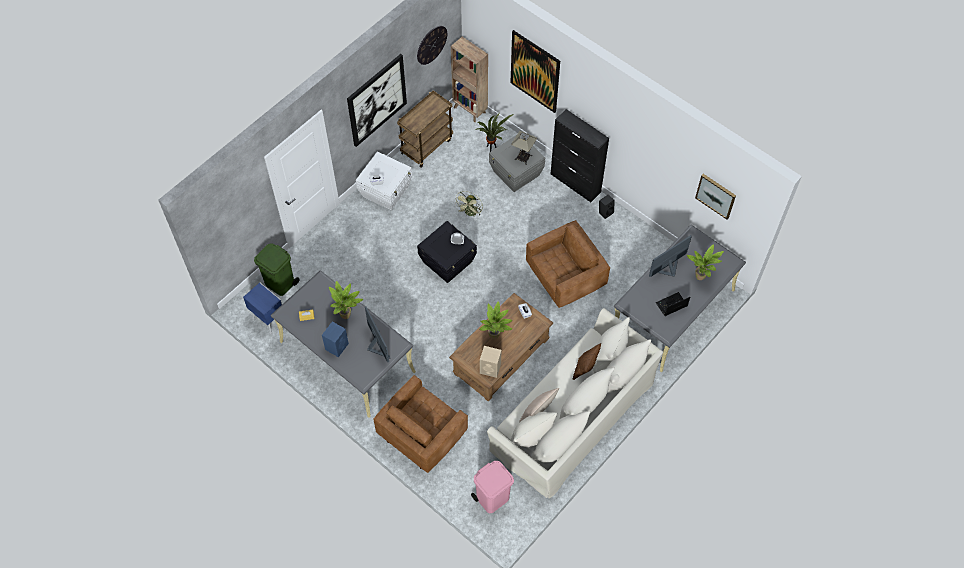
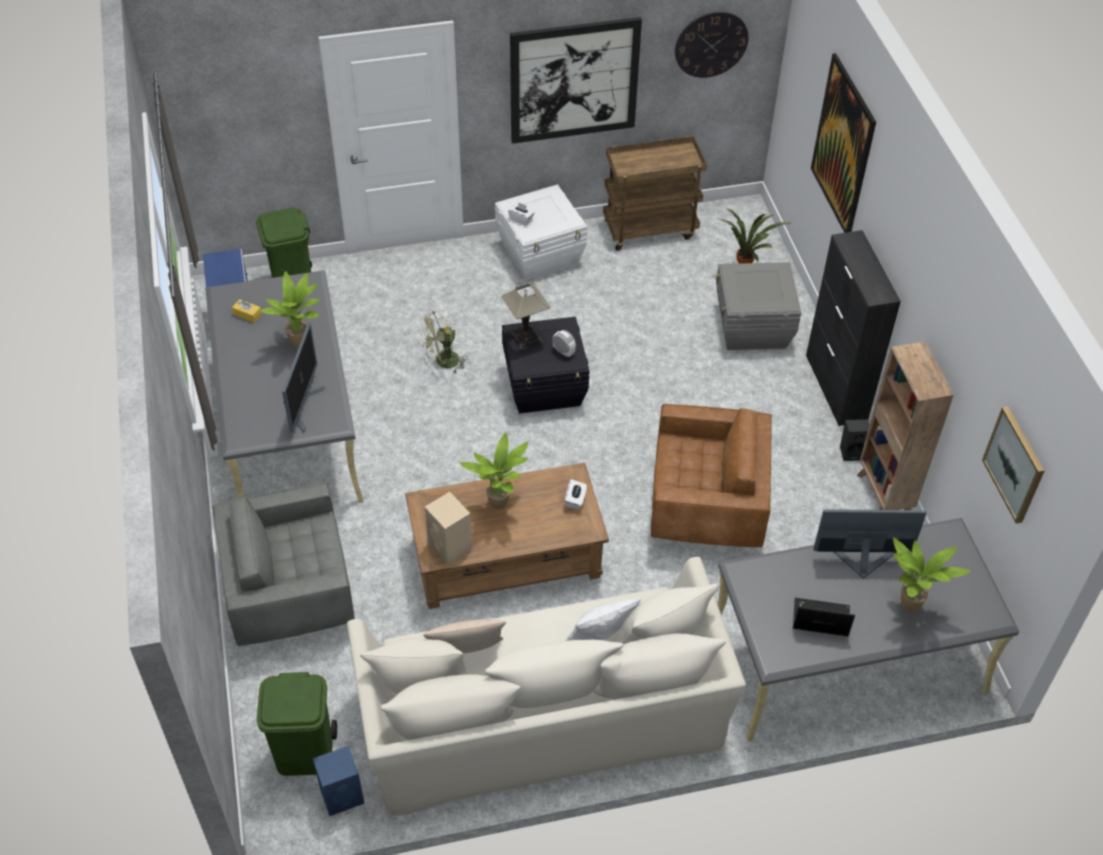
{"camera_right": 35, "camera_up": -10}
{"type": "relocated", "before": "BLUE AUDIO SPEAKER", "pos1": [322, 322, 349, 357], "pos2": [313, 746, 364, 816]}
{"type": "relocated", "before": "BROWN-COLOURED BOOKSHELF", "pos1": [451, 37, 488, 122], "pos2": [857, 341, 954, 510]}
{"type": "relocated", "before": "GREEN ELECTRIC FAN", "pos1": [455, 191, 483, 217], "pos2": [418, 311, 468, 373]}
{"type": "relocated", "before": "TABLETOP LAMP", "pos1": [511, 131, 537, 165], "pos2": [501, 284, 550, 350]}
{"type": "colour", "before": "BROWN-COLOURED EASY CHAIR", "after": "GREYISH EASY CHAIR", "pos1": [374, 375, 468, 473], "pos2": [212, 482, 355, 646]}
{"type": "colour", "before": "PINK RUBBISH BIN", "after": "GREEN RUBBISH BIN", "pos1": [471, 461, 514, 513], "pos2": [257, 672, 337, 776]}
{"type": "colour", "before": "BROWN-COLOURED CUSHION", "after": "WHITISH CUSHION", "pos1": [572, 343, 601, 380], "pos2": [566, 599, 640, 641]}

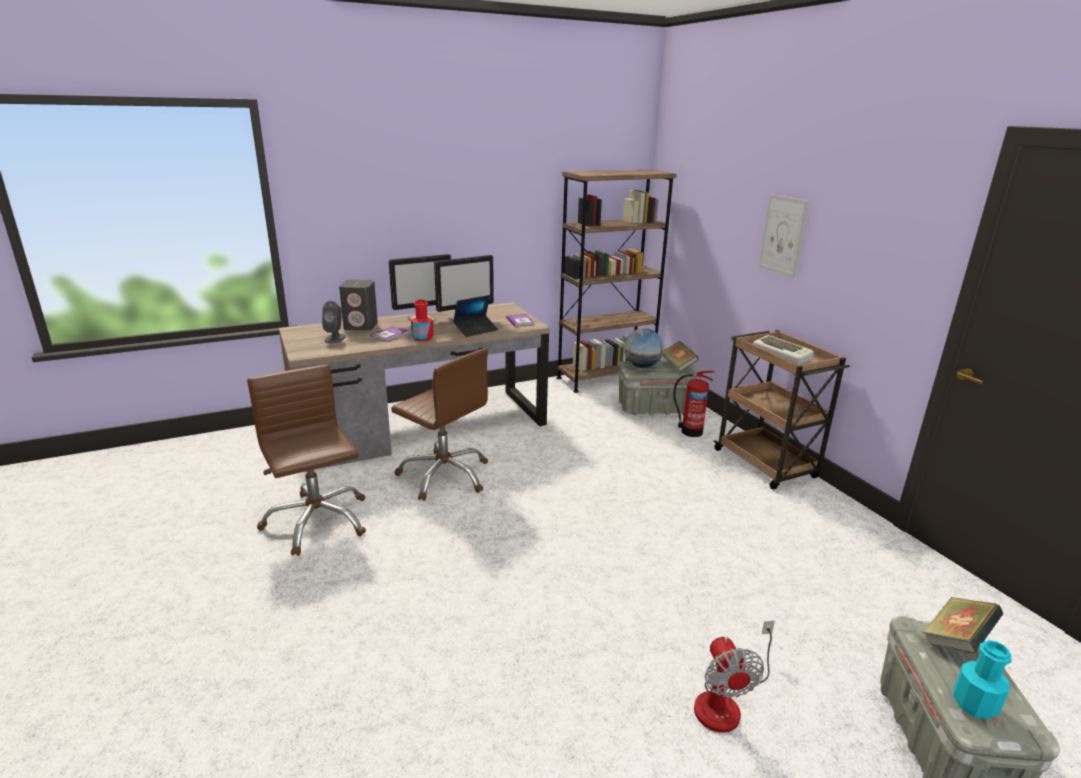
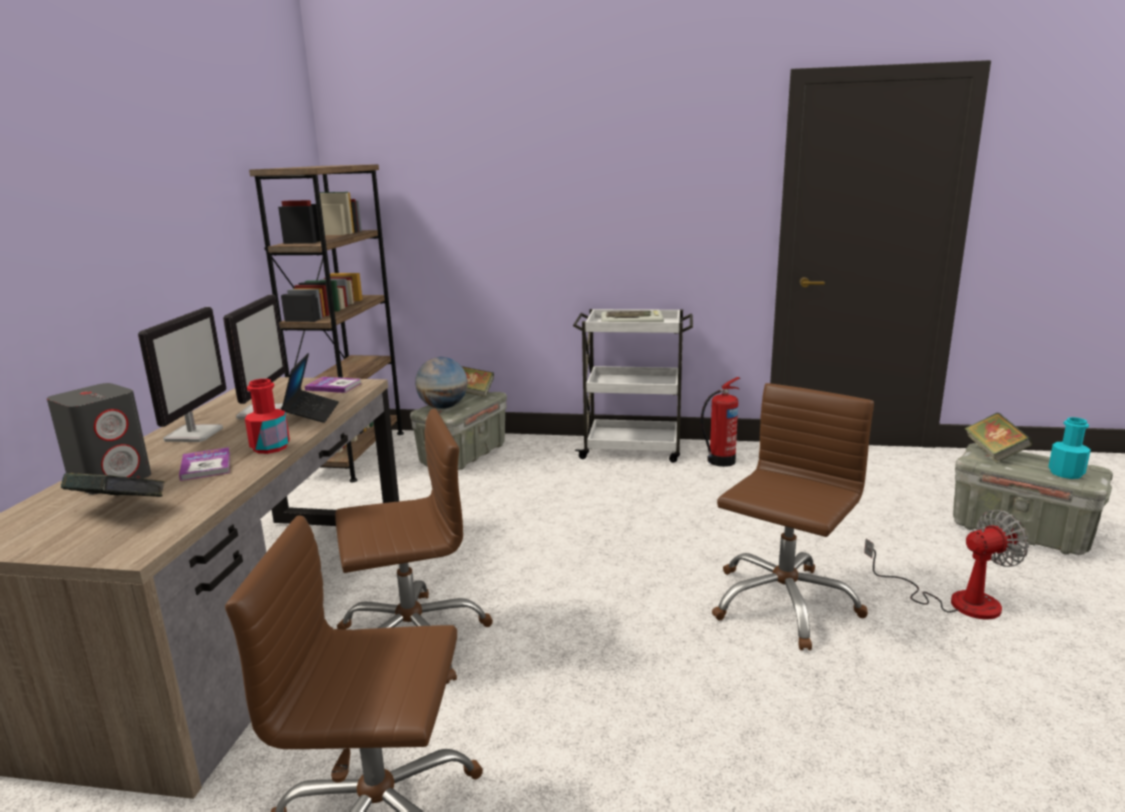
{"camera_right": -55, "camera_up": -5}
{"type": "missing", "before": "WALL ART", "pos1": [759, 194, 809, 278]}
{"type": "appeared", "after": "BROWN-COLOURED DESK CHAIR", "pos2": [712, 383, 874, 650]}
{"type": "relocated", "before": "FIRE-FIGHTING CYLINDER", "pos1": [673, 371, 714, 437], "pos2": [701, 377, 740, 467]}
{"type": "exchanged", "before": "GREYISH AUDIO SPEAKER", "after": "VOLUME", "pos1": [322, 301, 346, 343], "pos2": [61, 473, 166, 497]}
{"type": "colour", "before": "BROWN-COLOURED WHEELED CART", "after": "WHITISH WHEELED CART", "pos1": [714, 330, 850, 490], "pos2": [573, 309, 693, 463]}
{"type": "spun", "before": "ELECTRIC FAN", "pos1": [694, 621, 775, 733], "pos2": [864, 510, 1029, 620], "turn": -45}

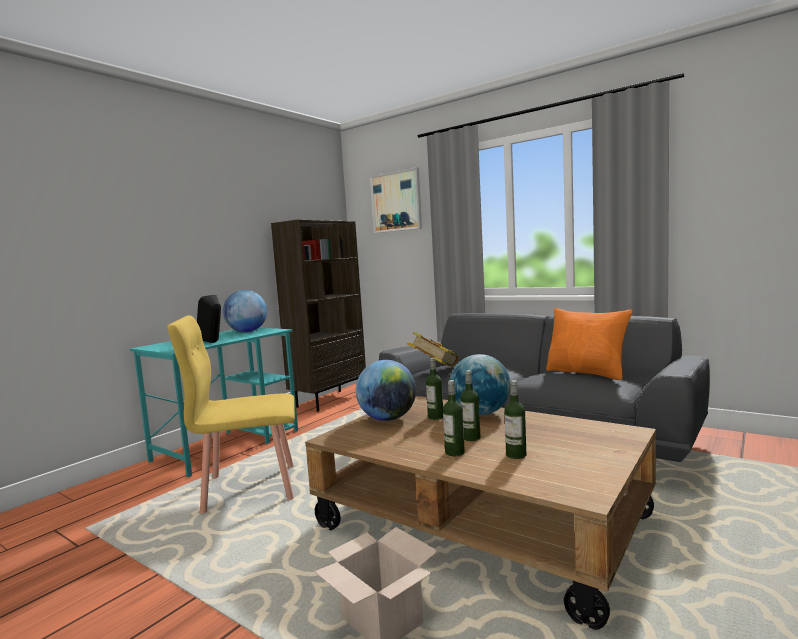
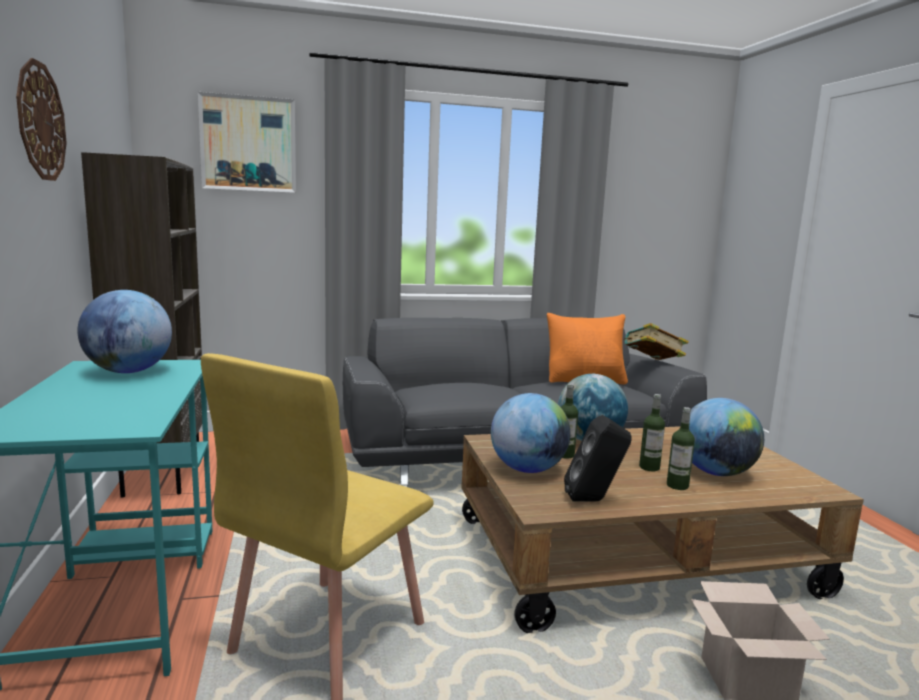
{"camera_right": -50, "camera_up": 5}
{"type": "appeared", "after": "HANGING CLOCK", "pos2": [16, 58, 67, 181]}
{"type": "relocated", "before": "BLACKISH AUDIO SPEAKER", "pos1": [197, 295, 221, 343], "pos2": [564, 415, 632, 502]}
{"type": "relocated", "before": "VOLUME", "pos1": [408, 332, 459, 367], "pos2": [623, 323, 689, 360]}
{"type": "exchanged", "before": "BEVERAGE BOTTLE", "after": "GLOBE", "pos1": [504, 380, 526, 459], "pos2": [689, 398, 764, 476]}

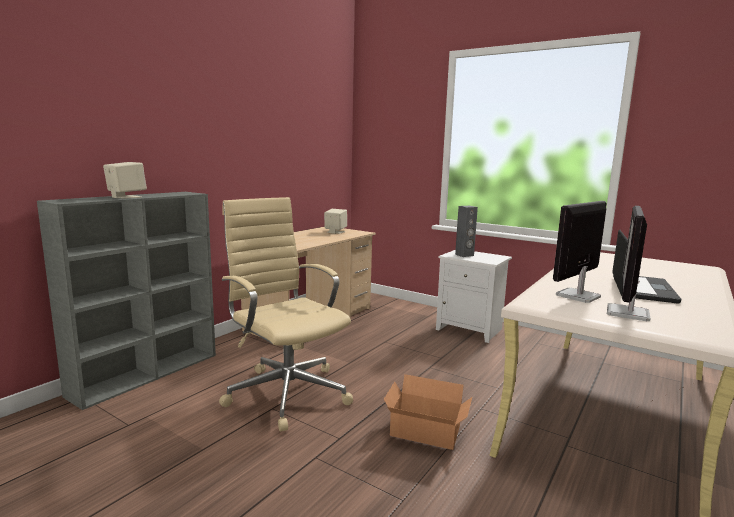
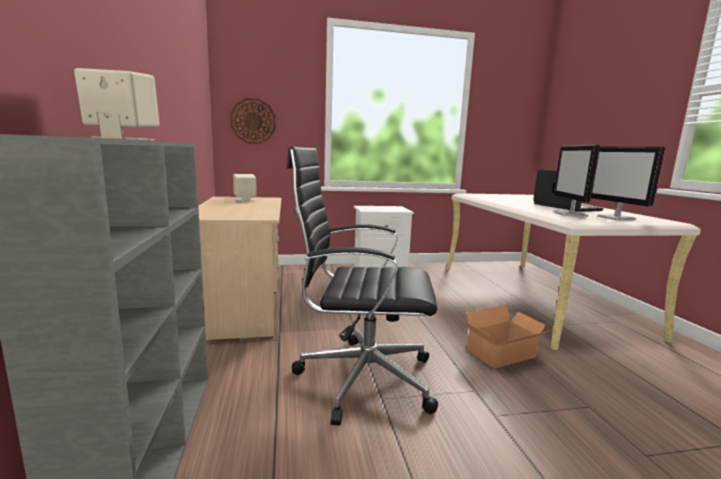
{"camera_right": -45, "camera_up": 0}
{"type": "missing", "before": "GREYISH AUDIO SPEAKER", "pos1": [455, 206, 478, 257]}
{"type": "appeared", "after": "HANGING CLOCK", "pos2": [230, 98, 276, 144]}
{"type": "colour", "before": "BEIGE-COLOURED DESK CHAIR", "after": "BLACKISH DESK CHAIR", "pos1": [219, 197, 353, 431], "pos2": [287, 146, 438, 426]}

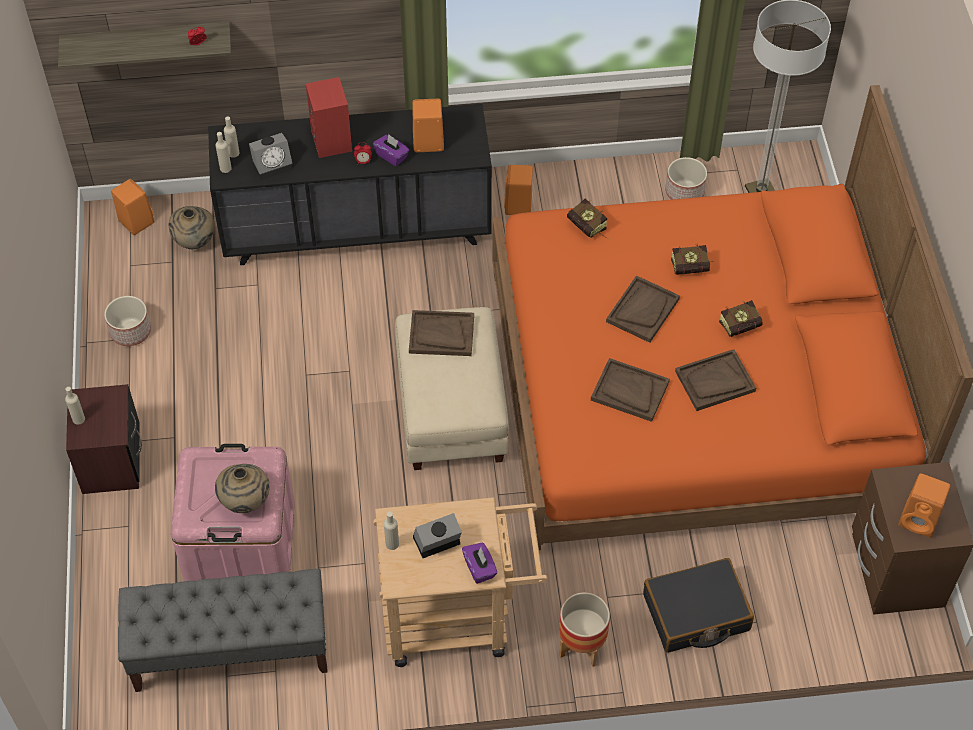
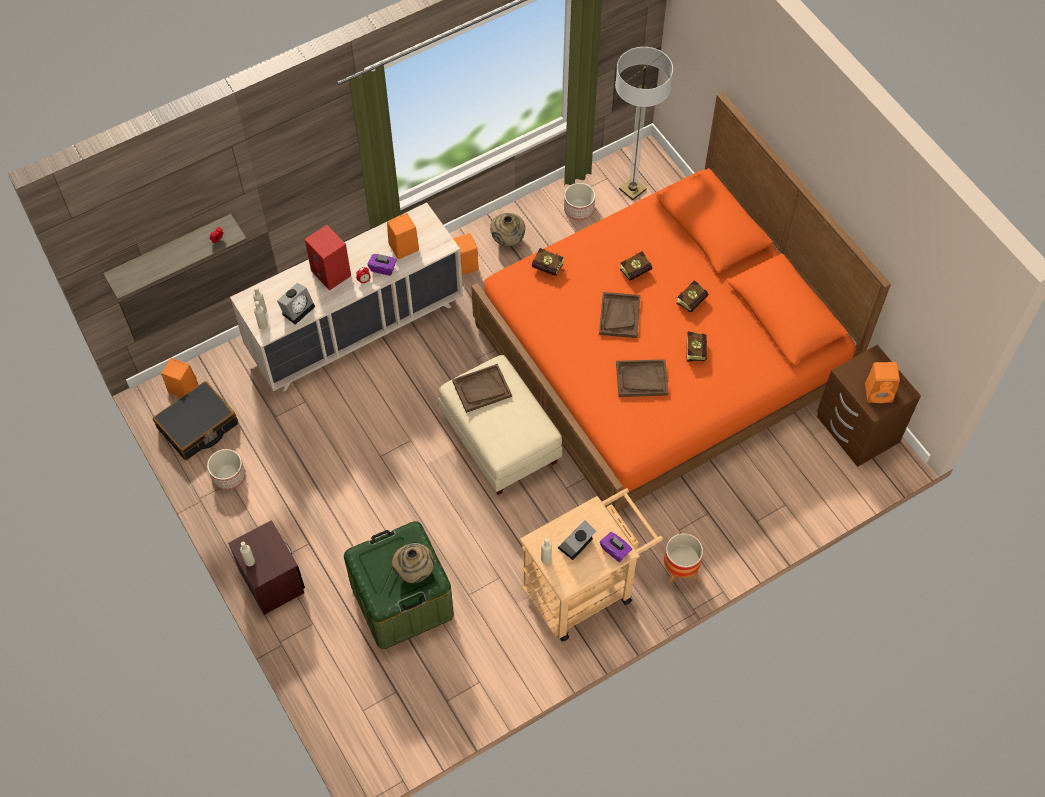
{"camera_right": -25, "camera_up": 5}
{"type": "missing", "before": "GREYISH INDOOR BENCH", "pos1": [118, 569, 328, 692]}
{"type": "relocated", "before": "BEIGE-COLOURED DECORATIVE VASE", "pos1": [169, 206, 215, 249], "pos2": [490, 213, 525, 247]}
{"type": "relocated", "before": "BLACKISH SUITCASE", "pos1": [643, 558, 754, 653], "pos2": [153, 381, 238, 460]}
{"type": "exchanged", "before": "BROWN-COLOURED SERVING TRAY", "after": "VOLUME", "pos1": [675, 349, 756, 411], "pos2": [686, 332, 707, 362]}
{"type": "colour", "before": "PINK STORAGE CONTAINER", "after": "GREEN STORAGE CONTAINER", "pos1": [170, 444, 295, 581], "pos2": [344, 521, 454, 649]}
{"type": "colour", "before": "BLACKISH CHEST OF DRAWERS", "after": "BEIGE-COLOURED CHEST OF DRAWERS", "pos1": [208, 104, 492, 265], "pos2": [230, 203, 463, 392]}

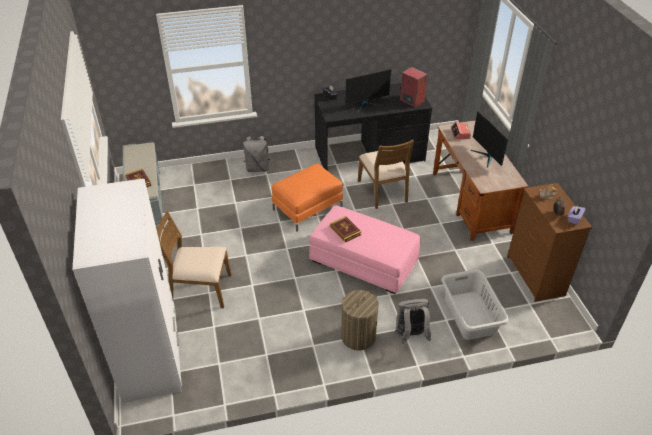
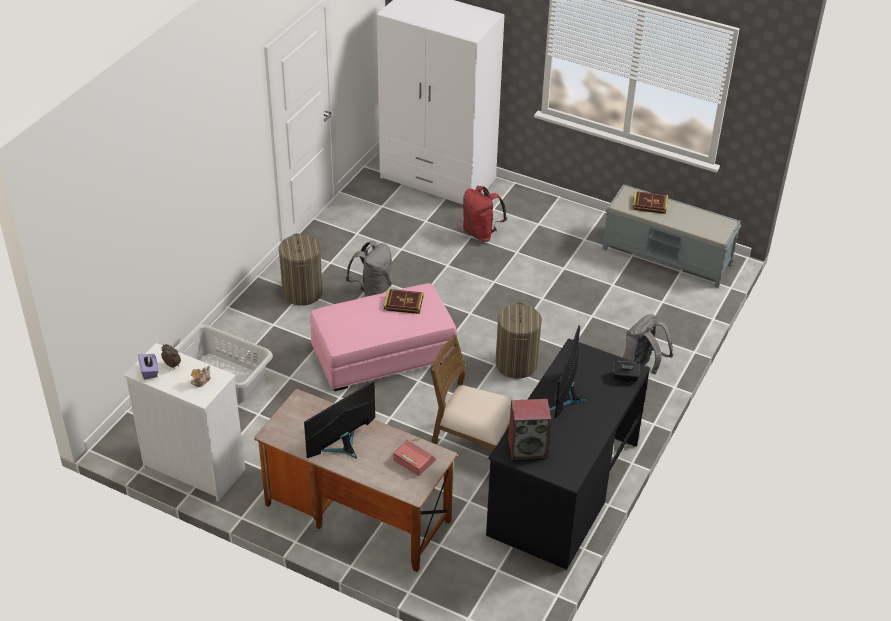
{"camera_right": 130, "camera_up": 0}
{"type": "relocated", "before": "GREYISH BACKPACK", "pos1": [395, 299, 431, 344], "pos2": [346, 241, 392, 297]}
{"type": "exchanged", "before": "BROWN-COLOURED CHAIR", "after": "REDDISH BACKPACK", "pos1": [157, 211, 232, 308], "pos2": [463, 186, 507, 242]}
{"type": "exchanged", "before": "ORANGEY FOOTREST", "after": "LAUNDRY BASKET", "pos1": [271, 163, 343, 232], "pos2": [495, 303, 542, 379]}
{"type": "colour", "before": "BROWN-COLOURED CHEST OF DRAWERS", "after": "WHITISH CHEST OF DRAWERS", "pos1": [507, 183, 592, 302], "pos2": [124, 343, 245, 501]}
{"type": "spun", "before": "MONITOR", "pos1": [470, 111, 508, 168], "pos2": [304, 381, 375, 458], "turn": -60}

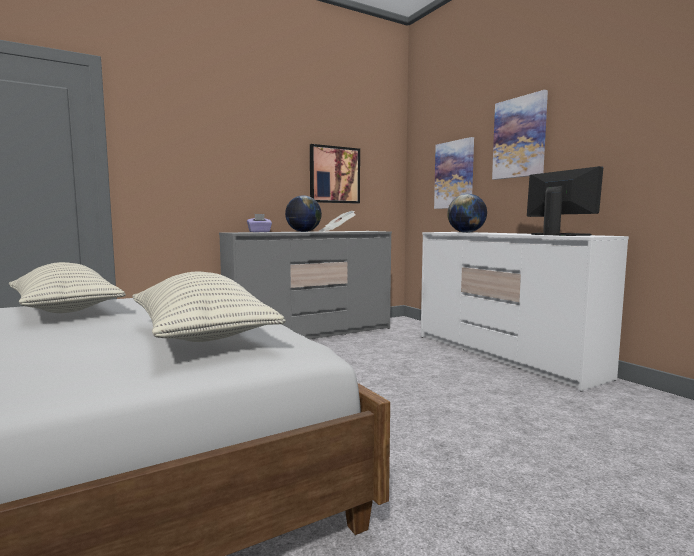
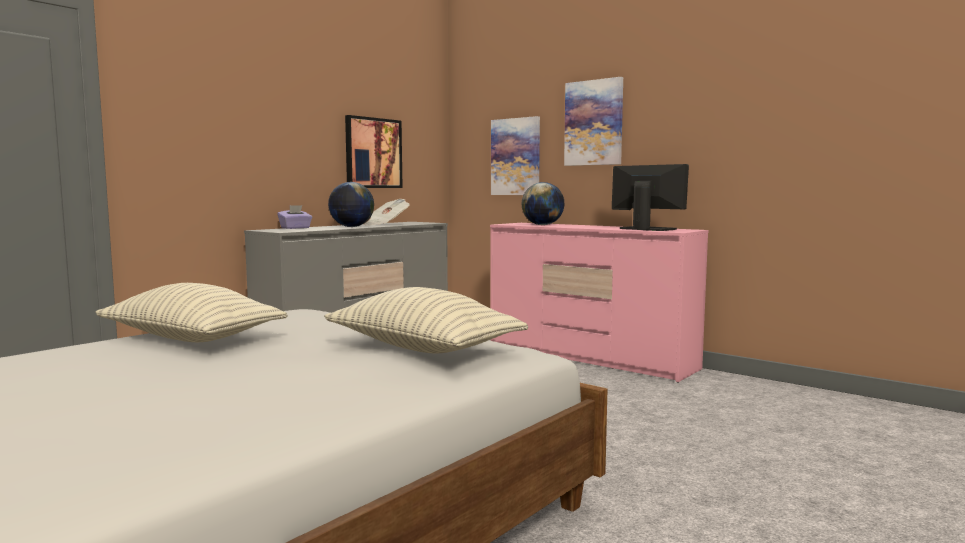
{"camera_right": -20, "camera_up": 0}
{"type": "colour", "before": "WHITISH CHEST OF DRAWERS", "after": "PINK CHEST OF DRAWERS", "pos1": [421, 232, 629, 392], "pos2": [490, 223, 709, 383]}

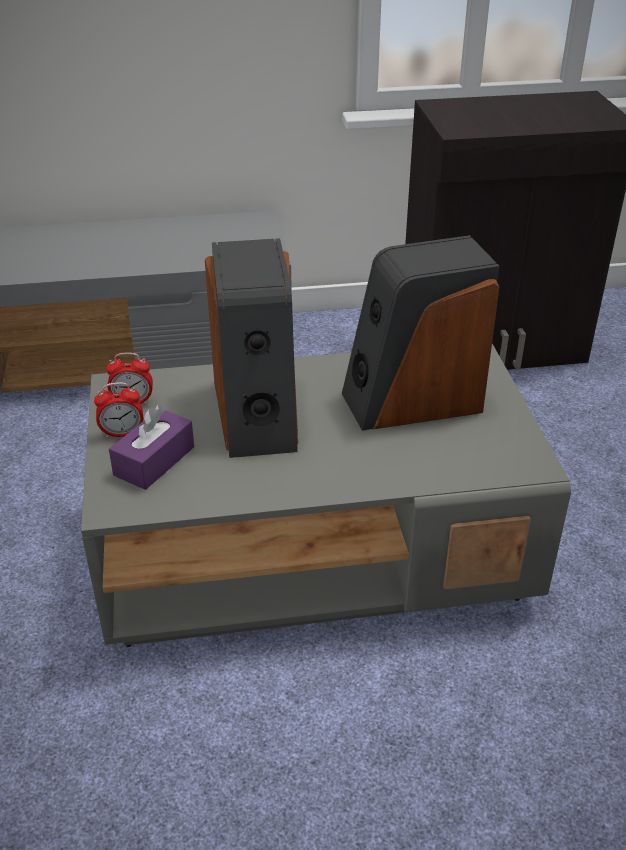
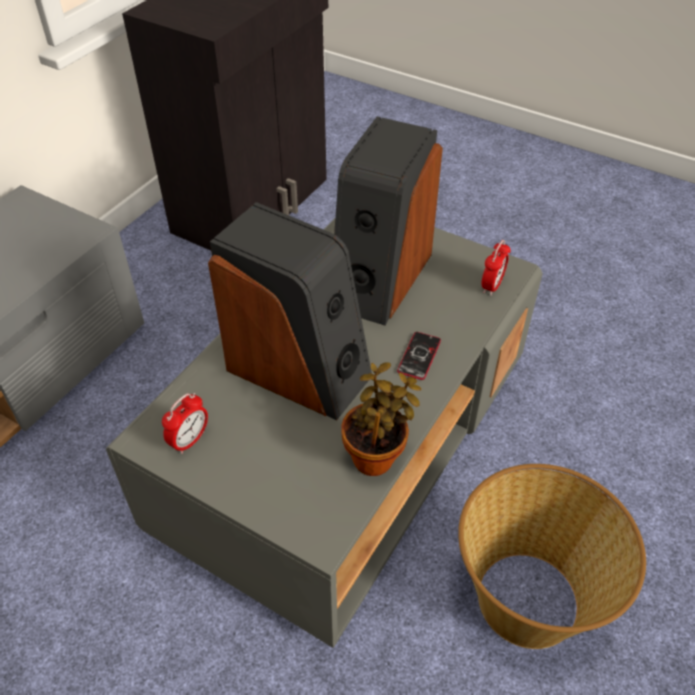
{"camera_right": -50, "camera_up": 10}
{"type": "missing", "before": "PURPLE TISSUE BOX", "pos1": [109, 404, 194, 490]}
{"type": "appeared", "after": "HOUSEPLANT", "pos2": [341, 362, 421, 476]}
{"type": "appeared", "after": "PHONE", "pos2": [397, 332, 441, 380]}
{"type": "appeared", "after": "STORAGE BASKET", "pos2": [458, 464, 646, 649]}
{"type": "relocated", "before": "BEDSIDE CLOCK", "pos1": [94, 382, 143, 438], "pos2": [481, 240, 511, 296]}

